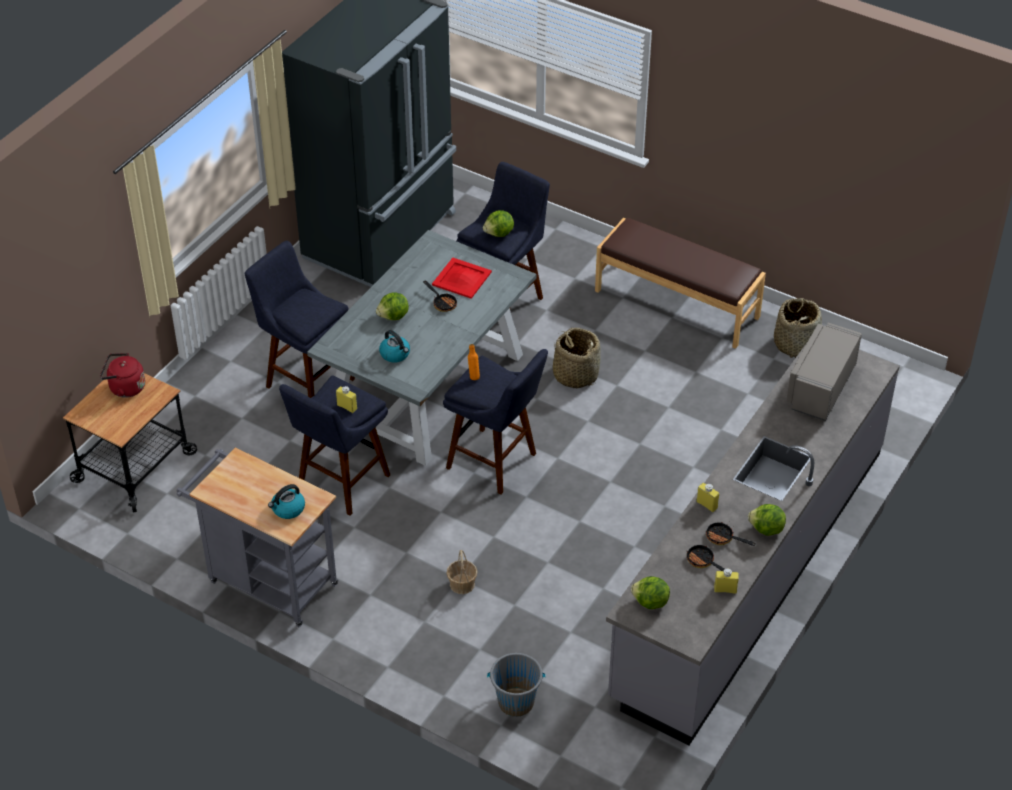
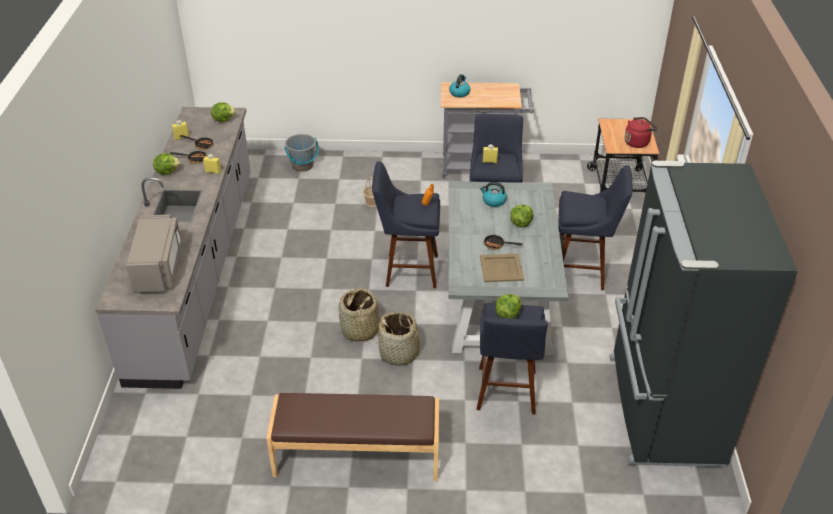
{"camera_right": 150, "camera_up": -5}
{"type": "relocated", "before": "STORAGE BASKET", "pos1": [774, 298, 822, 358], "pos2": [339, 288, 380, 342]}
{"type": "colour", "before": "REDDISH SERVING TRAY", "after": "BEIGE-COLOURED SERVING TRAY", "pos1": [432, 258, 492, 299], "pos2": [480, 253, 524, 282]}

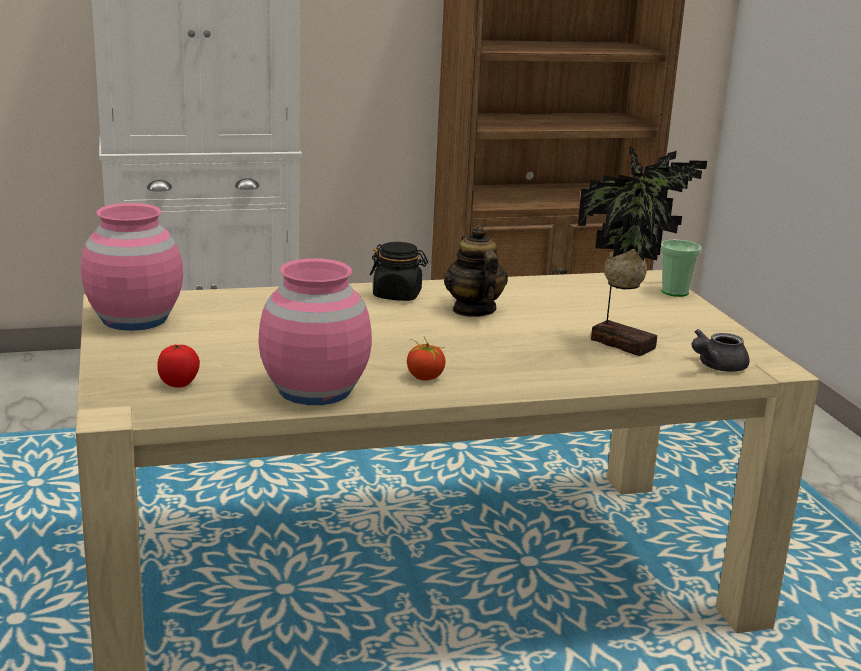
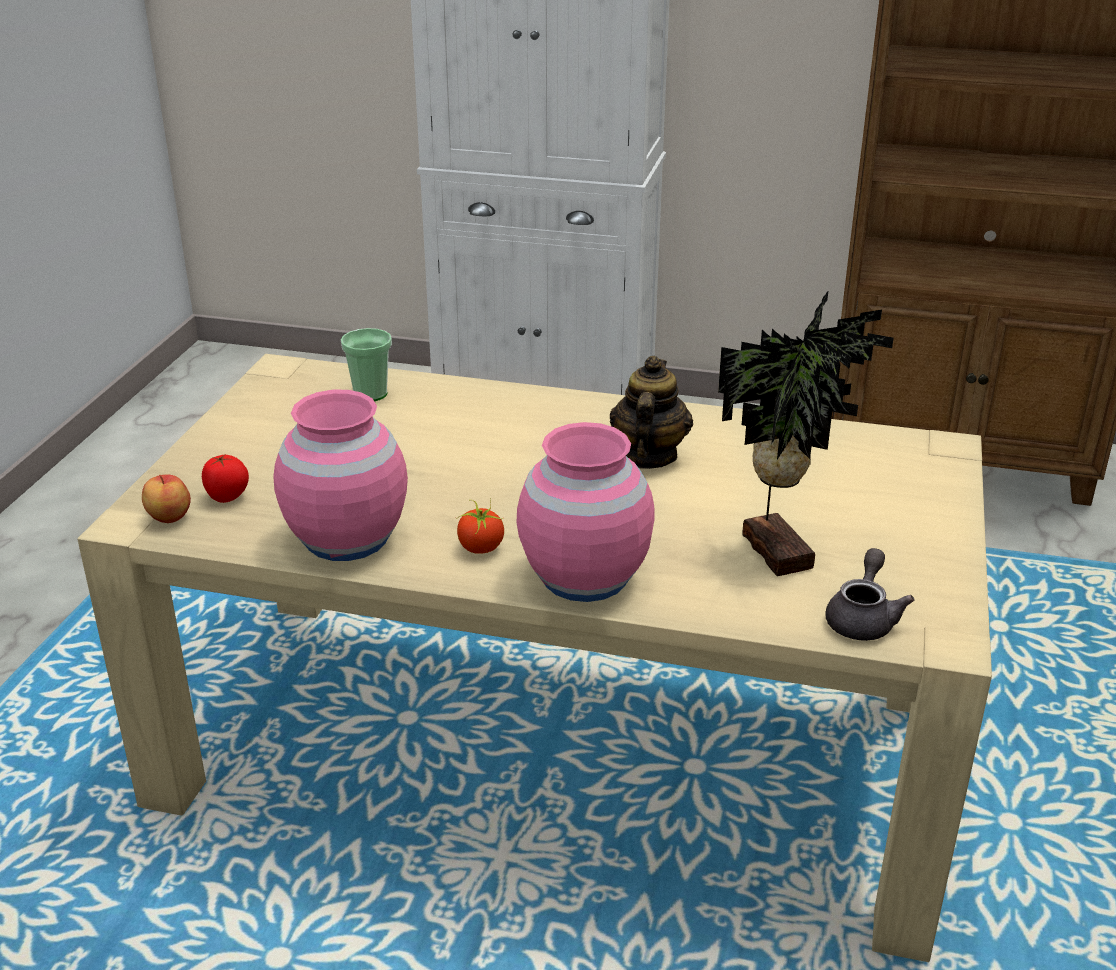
{"camera_right": 30, "camera_up": 10}
{"type": "missing", "before": "BLACKISH JAR", "pos1": [370, 242, 428, 301]}
{"type": "appeared", "after": "APPLE", "pos2": [142, 474, 191, 523]}
{"type": "relocated", "before": "PINK DECORATIVE VASE", "pos1": [81, 203, 183, 331], "pos2": [517, 422, 655, 602]}
{"type": "relocated", "before": "CUP", "pos1": [661, 240, 702, 297], "pos2": [341, 328, 392, 401]}
{"type": "spun", "before": "GREYISH TEA POT", "pos1": [691, 329, 749, 372], "pos2": [825, 548, 915, 641], "turn": 120}

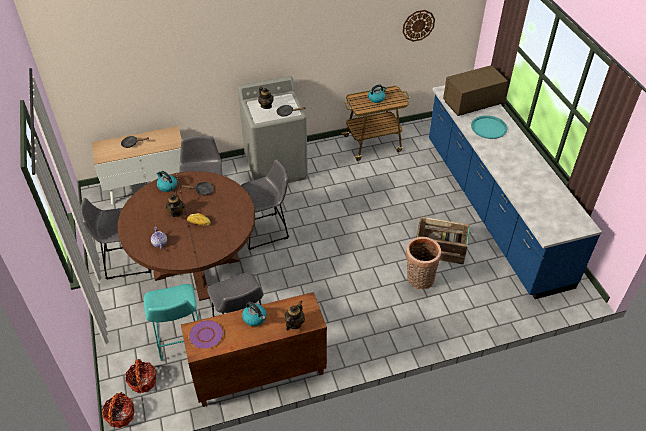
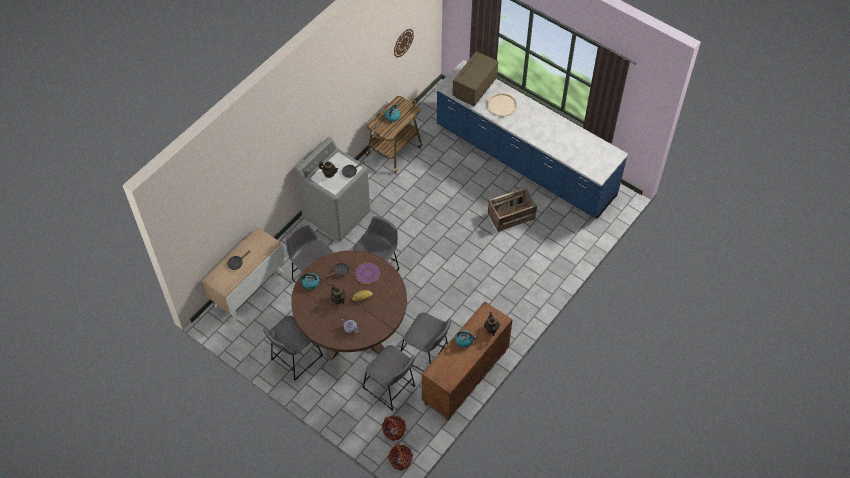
{"camera_right": -35, "camera_up": 10}
{"type": "missing", "before": "STORAGE BASKET", "pos1": [405, 237, 442, 289]}
{"type": "relocated", "before": "PURPLE FLAT DISH", "pos1": [188, 320, 224, 349], "pos2": [355, 263, 380, 284]}
{"type": "colour", "before": "TURQUOISE-COLOURED STOOL SEAT", "after": "GREYISH STOOL SEAT", "pos1": [144, 284, 198, 361], "pos2": [363, 345, 415, 410]}
{"type": "colour", "before": "TURQUOISE-COLOURED SERVING TRAY", "after": "BEIGE-COLOURED SERVING TRAY", "pos1": [471, 115, 507, 139], "pos2": [487, 93, 518, 116]}

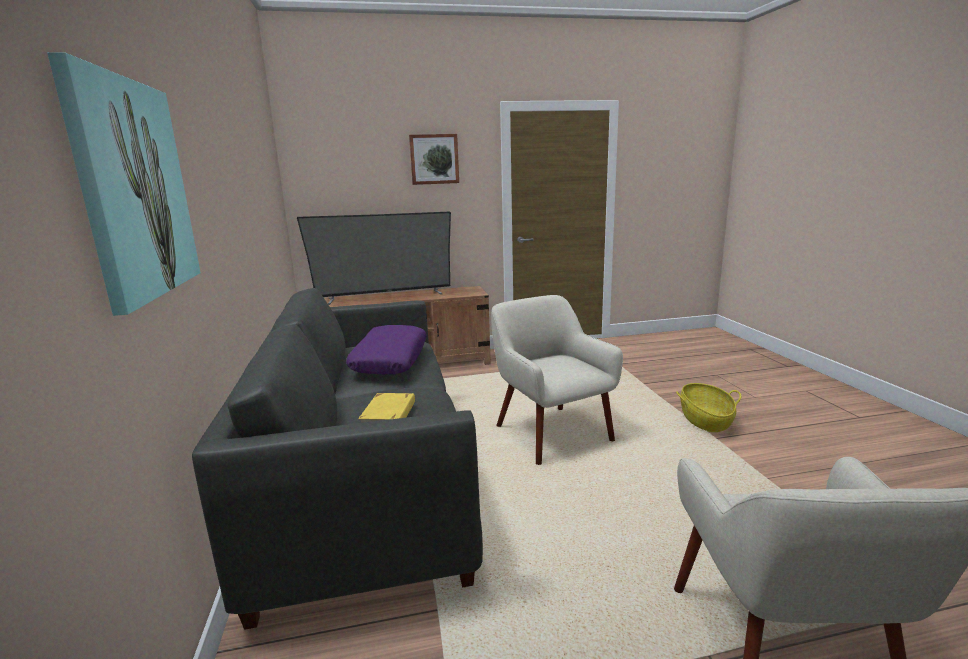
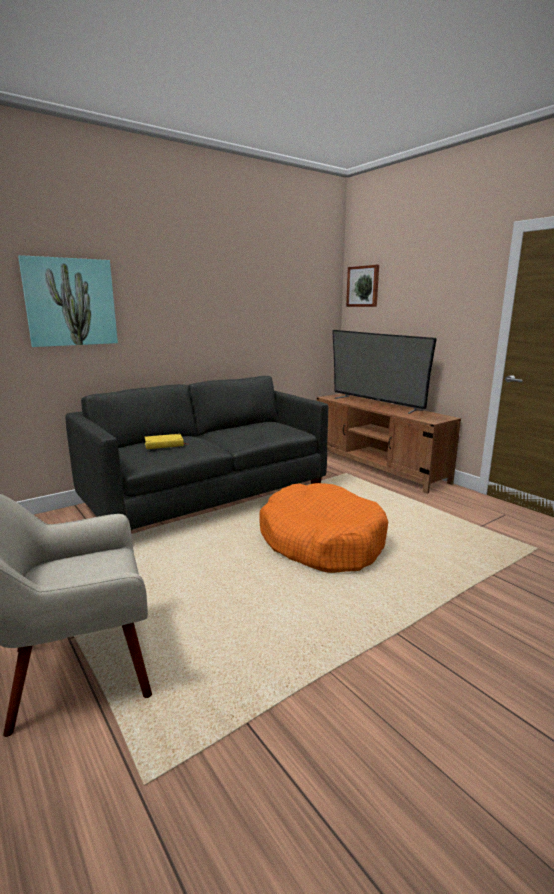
{"camera_right": 65, "camera_up": 0}
{"type": "missing", "before": "PURPLE CUSHION", "pos1": [346, 325, 426, 374]}
{"type": "missing", "before": "STORAGE BASKET", "pos1": [676, 383, 741, 432]}
{"type": "relocated", "before": "WALL ART", "pos1": [409, 134, 459, 185], "pos2": [346, 265, 379, 307]}
{"type": "exchanged", "before": "BEIGE-COLOURED EASY CHAIR", "after": "ORANGEY DOG CUSHION", "pos1": [491, 295, 623, 465], "pos2": [259, 483, 388, 573]}

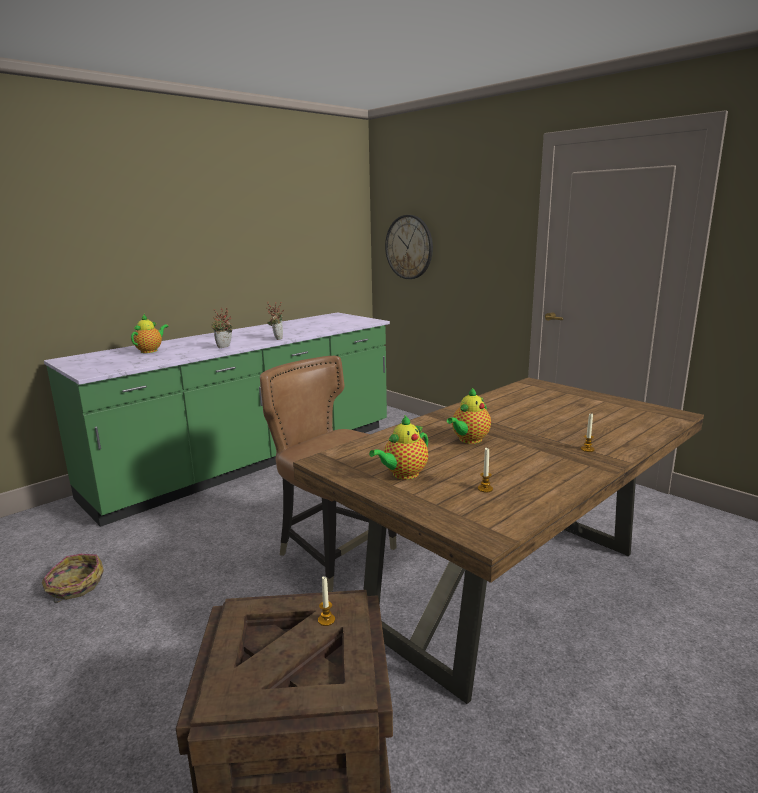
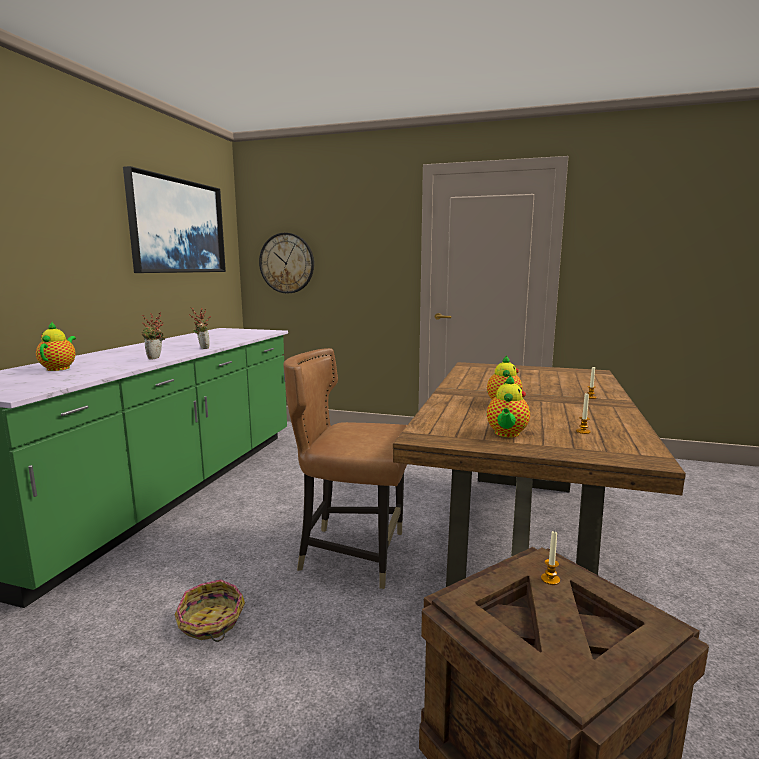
{"camera_right": -30, "camera_up": -5}
{"type": "appeared", "after": "WALL ART", "pos2": [123, 166, 226, 273]}
{"type": "relocated", "before": "STORAGE BASKET", "pos1": [42, 554, 104, 603], "pos2": [175, 580, 245, 642]}

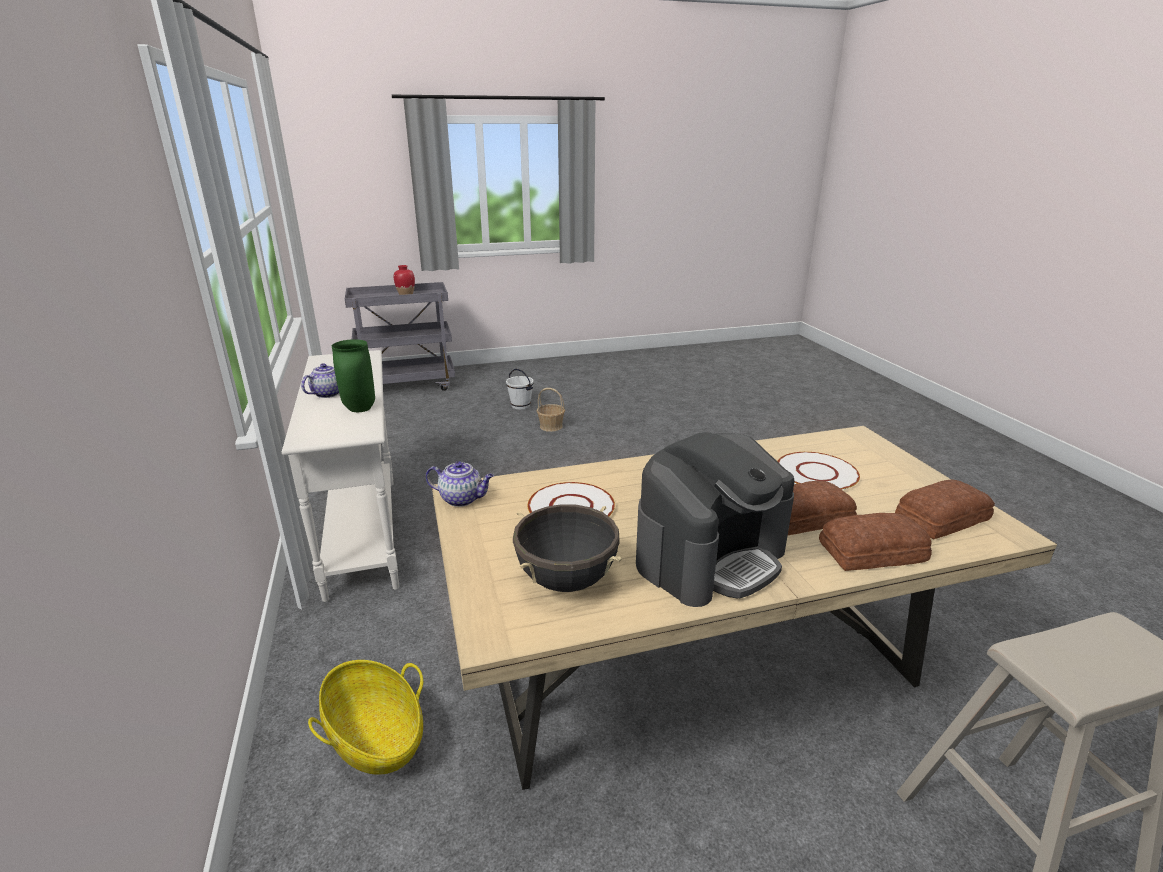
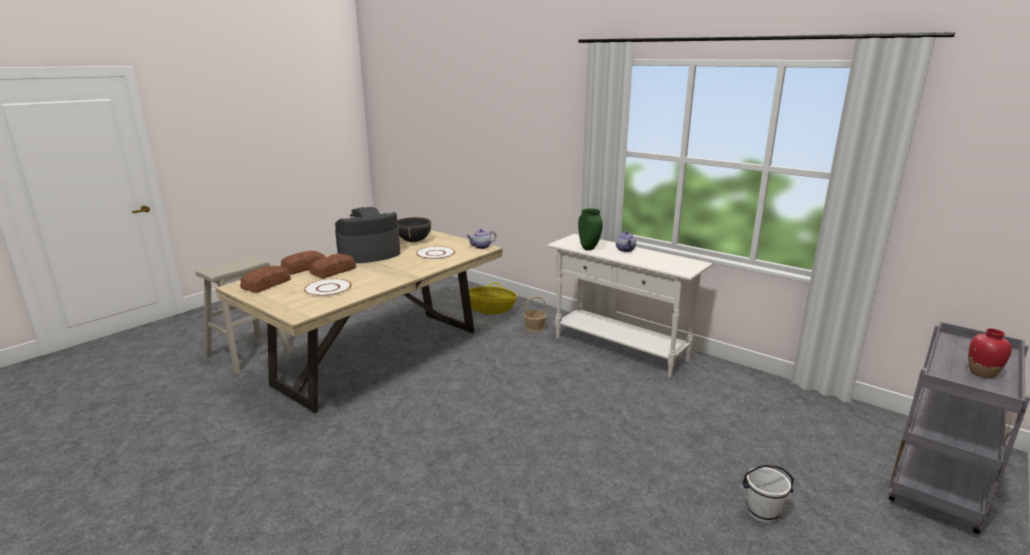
{"camera_right": 145, "camera_up": -5}
{"type": "relocated", "before": "STORAGE BASKET", "pos1": [537, 388, 565, 432], "pos2": [523, 296, 547, 333]}
{"type": "spun", "before": "COFFEE MAKER", "pos1": [636, 432, 794, 607], "pos2": [335, 207, 400, 263], "turn": 45}

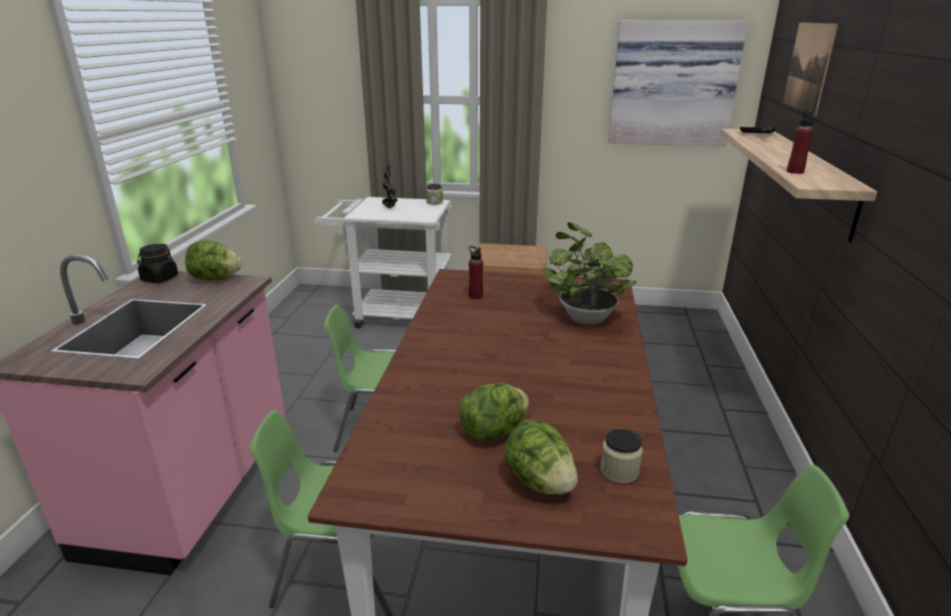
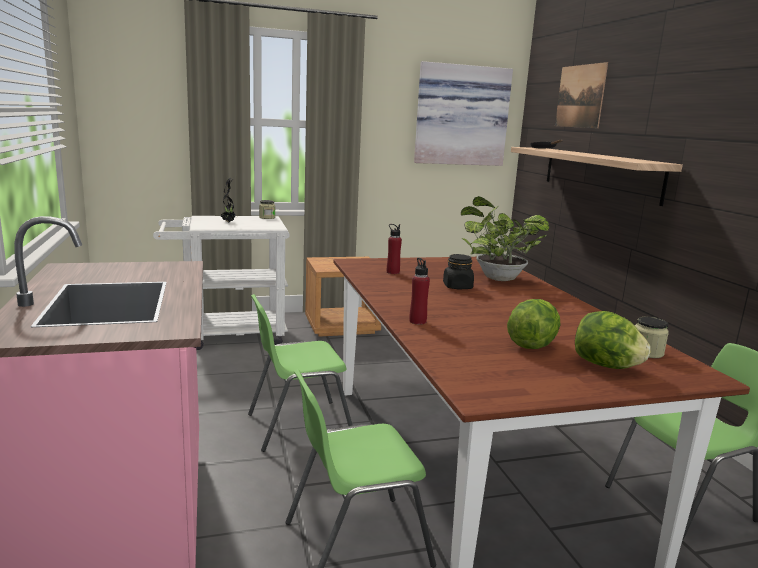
{"camera_right": -25, "camera_up": -10}
{"type": "missing", "before": "LETTUCE HEAD", "pos1": [185, 240, 242, 281]}
{"type": "relocated", "before": "BLACKISH JAR", "pos1": [137, 244, 178, 283], "pos2": [443, 254, 474, 290]}
{"type": "relocated", "before": "REDDISH BEVERAGE BOTTLE", "pos1": [787, 111, 814, 174], "pos2": [409, 258, 430, 325]}

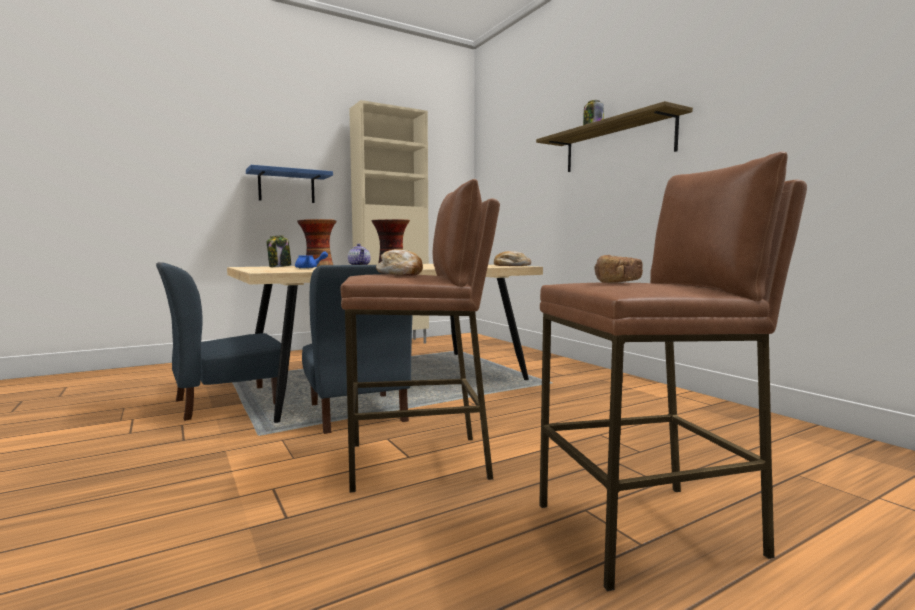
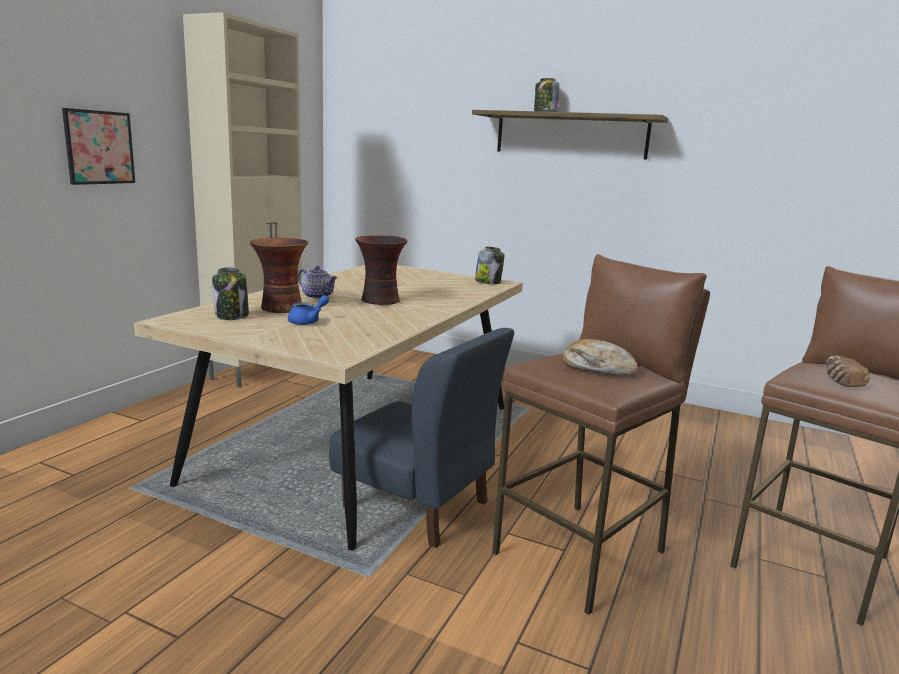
{"camera_right": -35, "camera_up": 10}
{"type": "missing", "before": "BLUE CHAIR", "pos1": [156, 262, 281, 421]}
{"type": "exchanged", "before": "BLUE SHELF", "after": "WALL ART", "pos1": [246, 165, 333, 203], "pos2": [62, 108, 135, 185]}
{"type": "exchanged", "before": "BAKED BREAD", "after": "JAR", "pos1": [494, 251, 531, 266], "pos2": [475, 247, 505, 284]}

